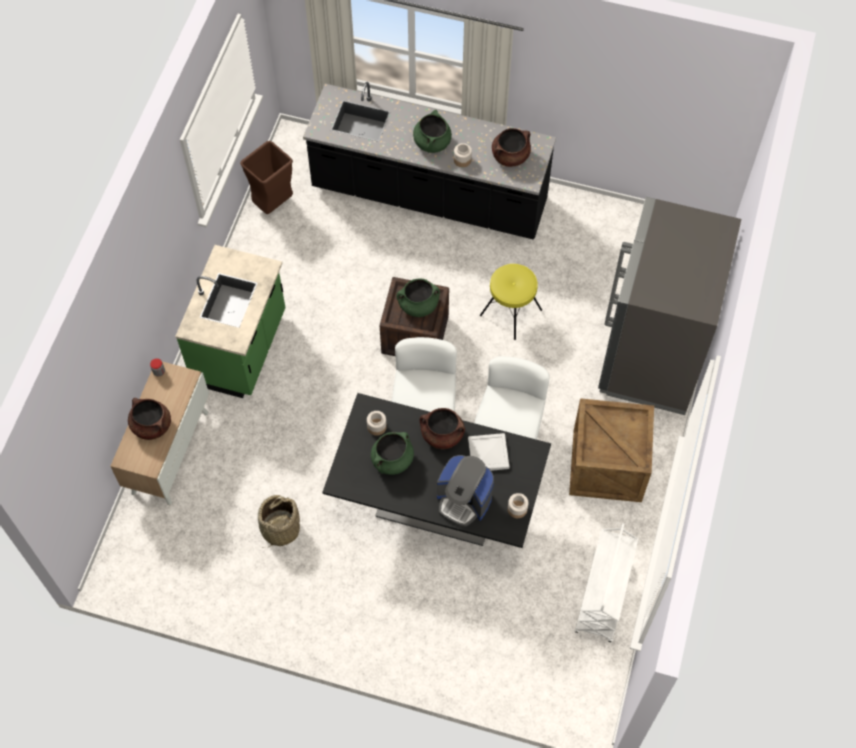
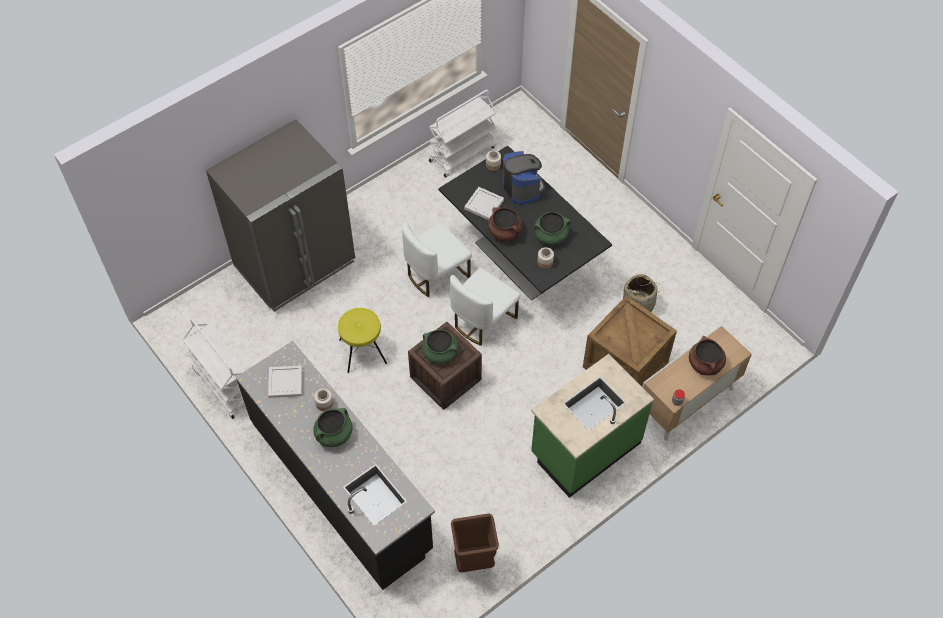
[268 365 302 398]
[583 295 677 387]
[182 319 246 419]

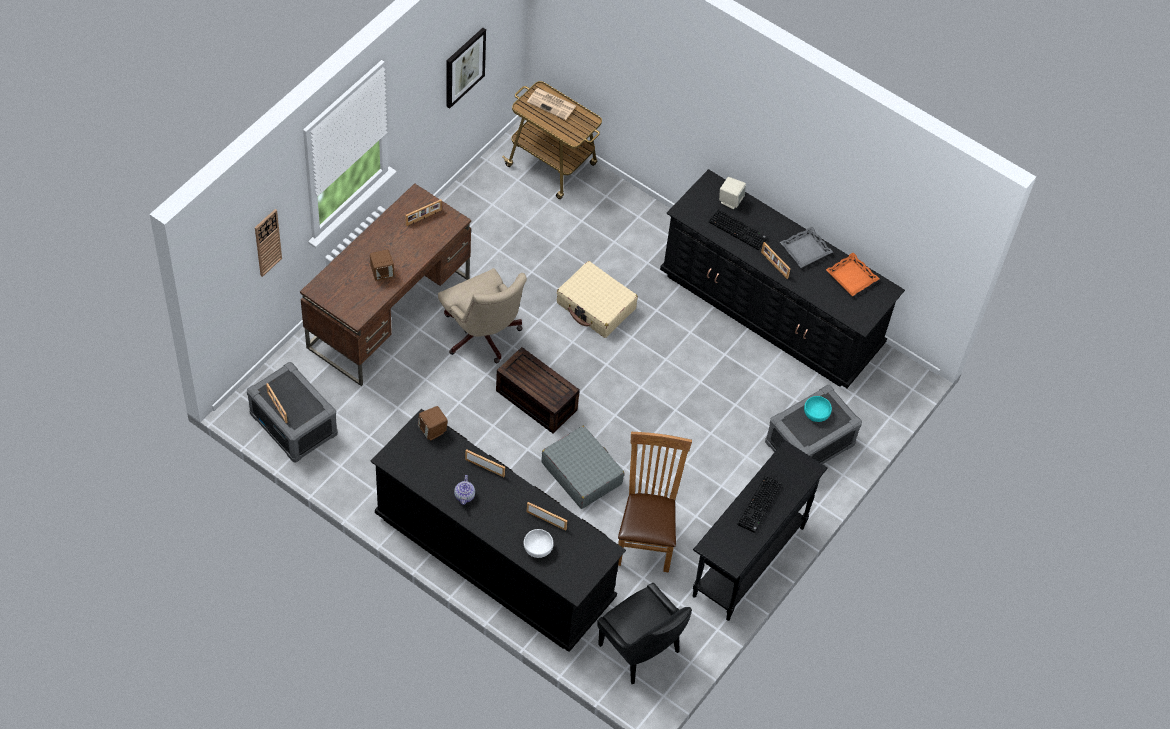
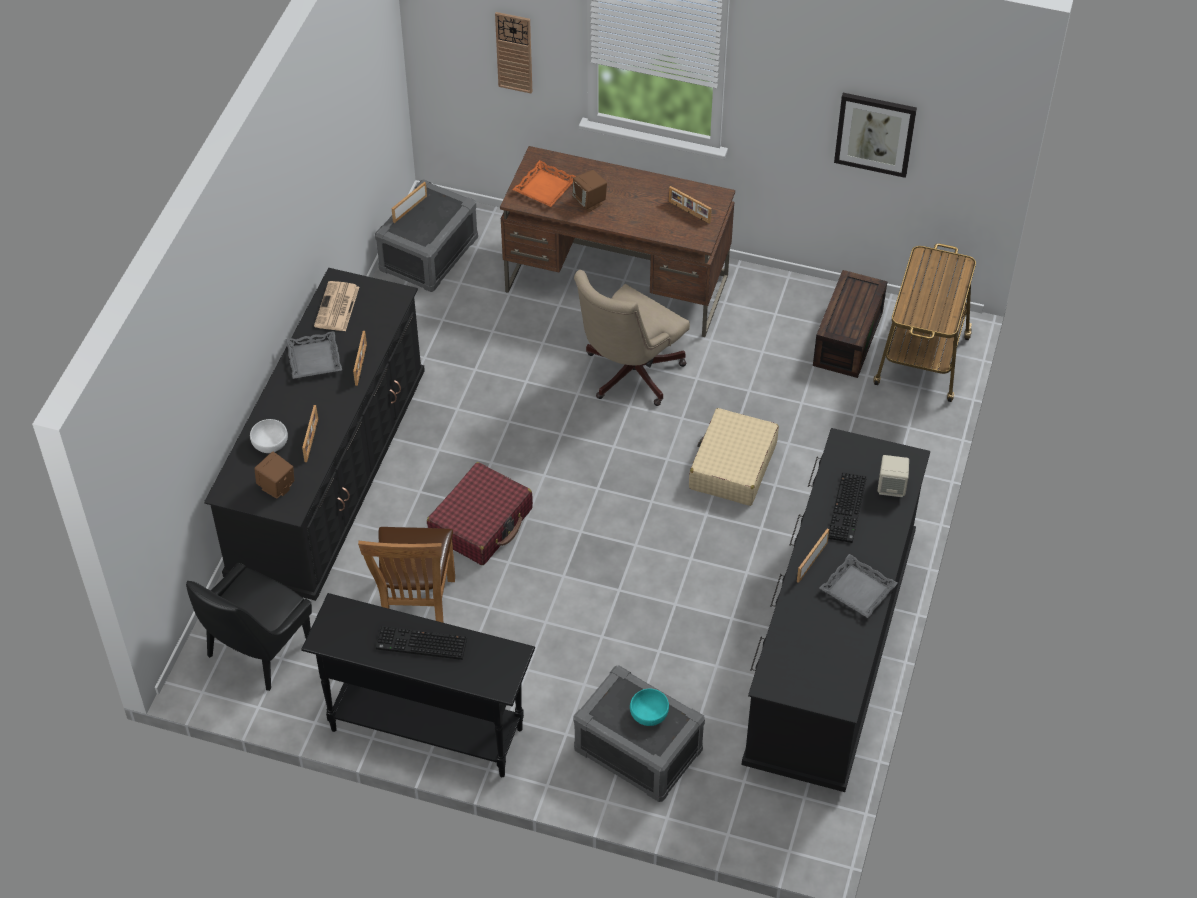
[254 452 294 499]
[285 331 342 379]
[813 270 887 378]
[314 281 359 331]
[427 462 533 565]
[358 527 455 623]
[512 160 576 207]

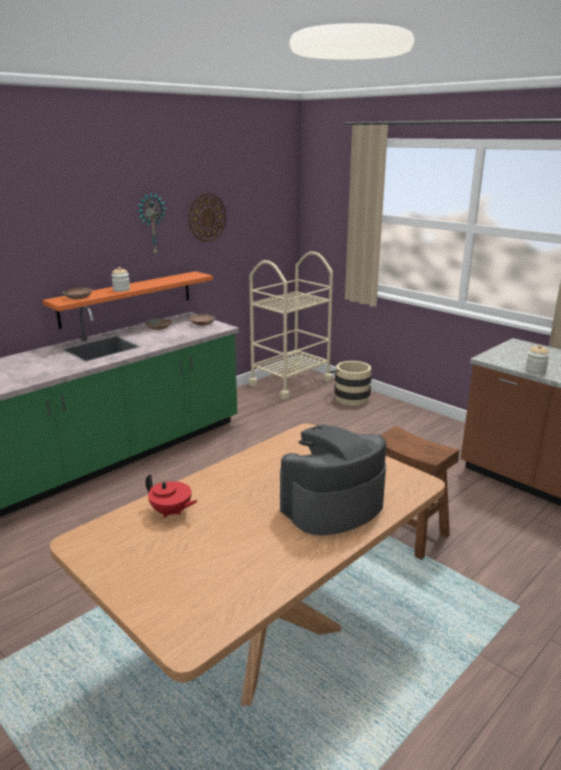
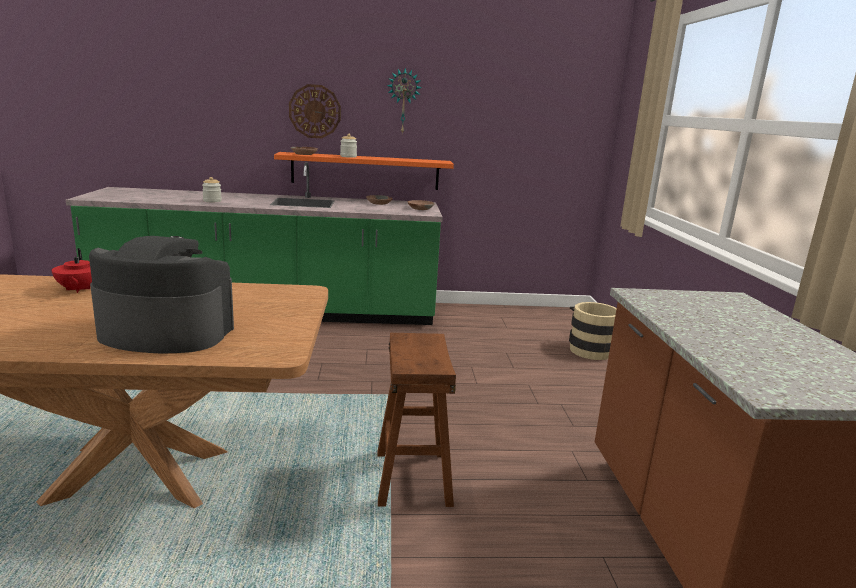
[289 84 341 138]
[249 251 333 400] (first image)
[202 177 222 202]

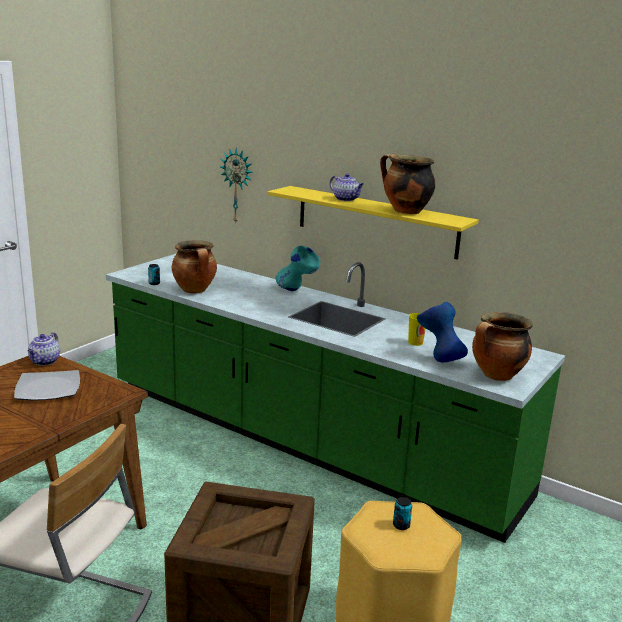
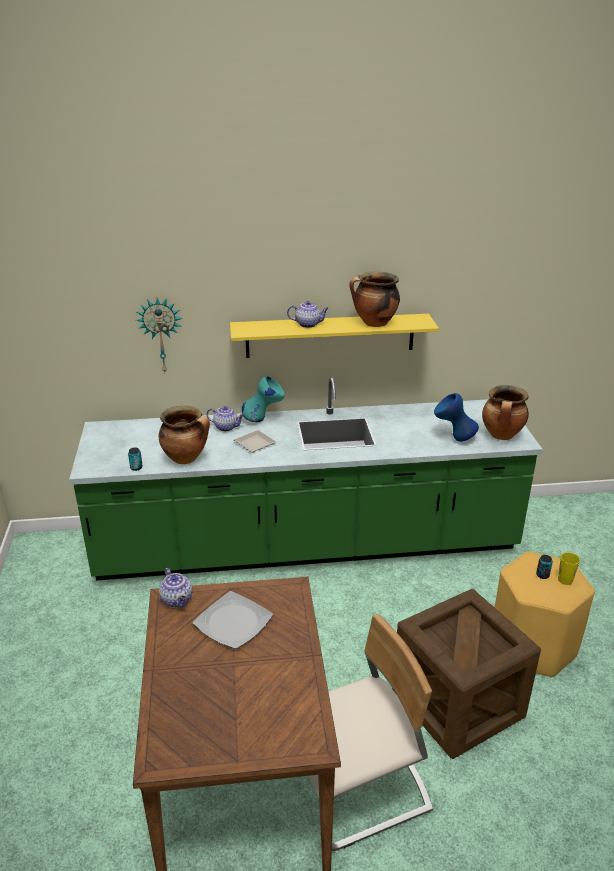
[558 552 580 585]
[206 406 245 431]
[234 430 276 453]

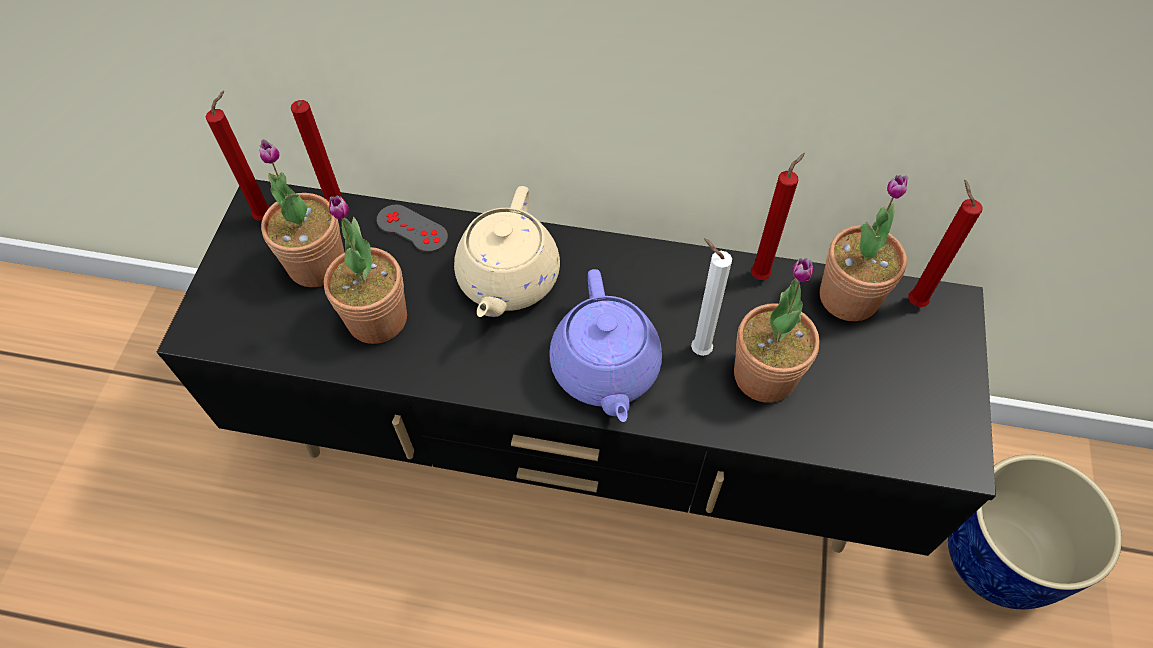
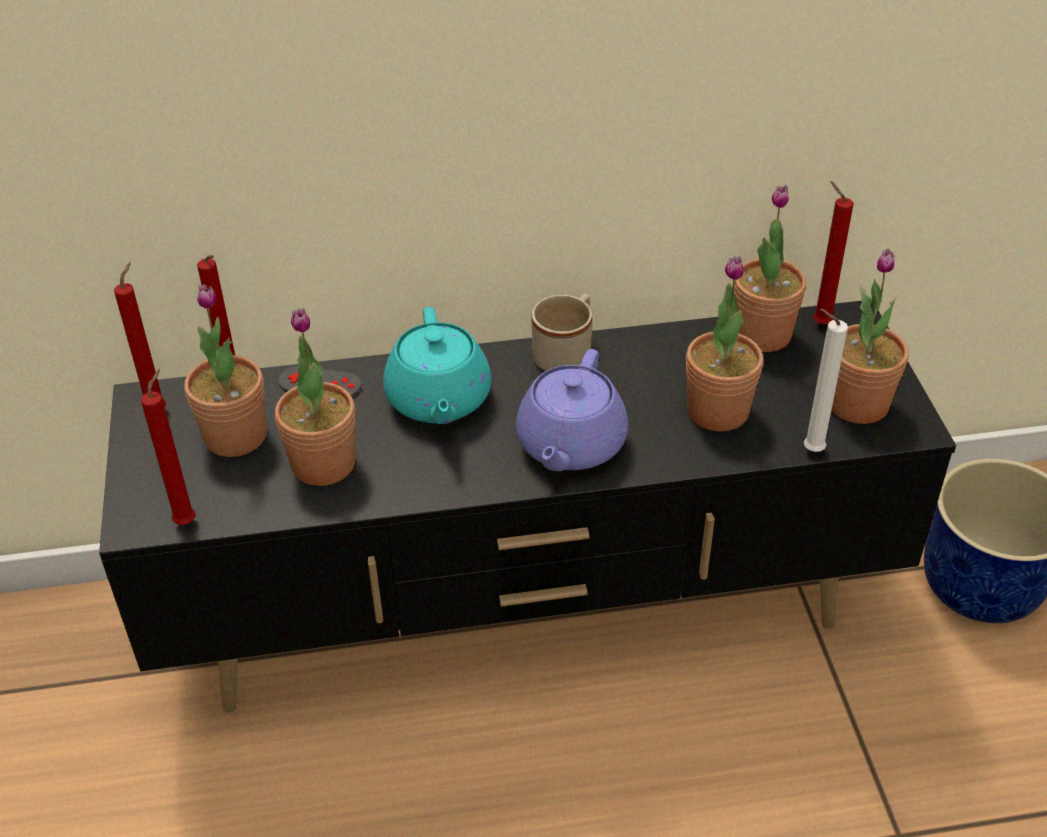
[383 307 492 424]
[516 349 628 471]
[804 309 848 452]
[141 369 196 525]
[532 294 593 371]
[832 249 909 424]

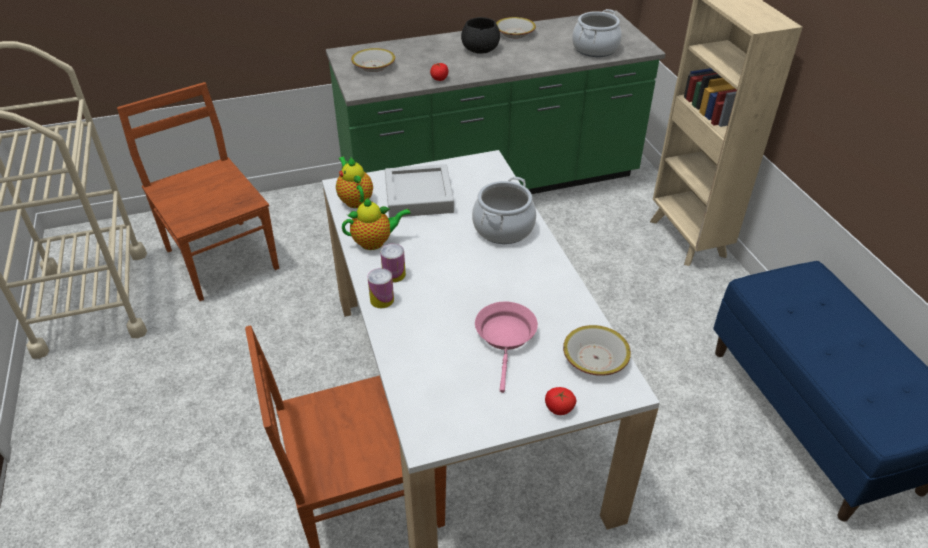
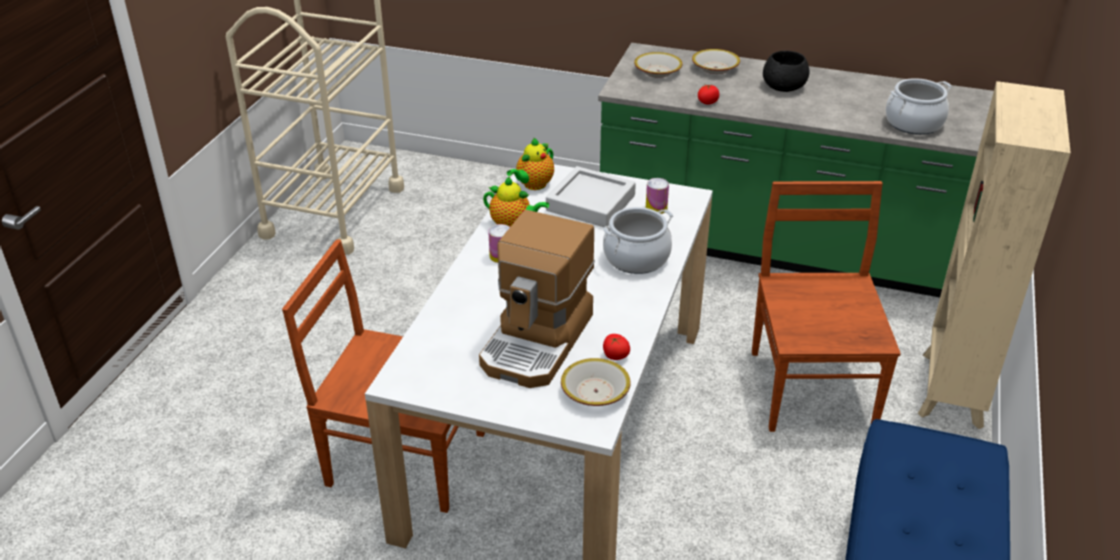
[752 181 901 432]
[507 138 554 190]
[646 178 669 214]
[479 210 595 388]
[692 49 740 74]
[603 334 630 360]

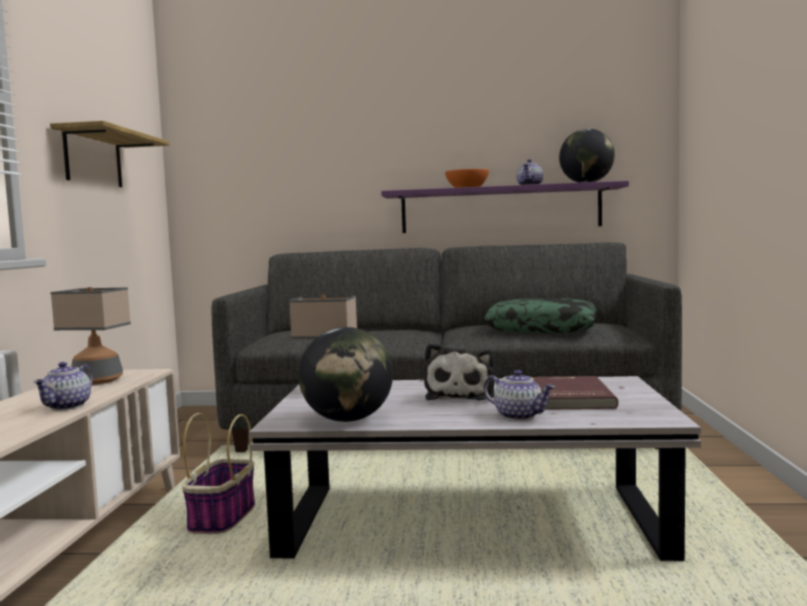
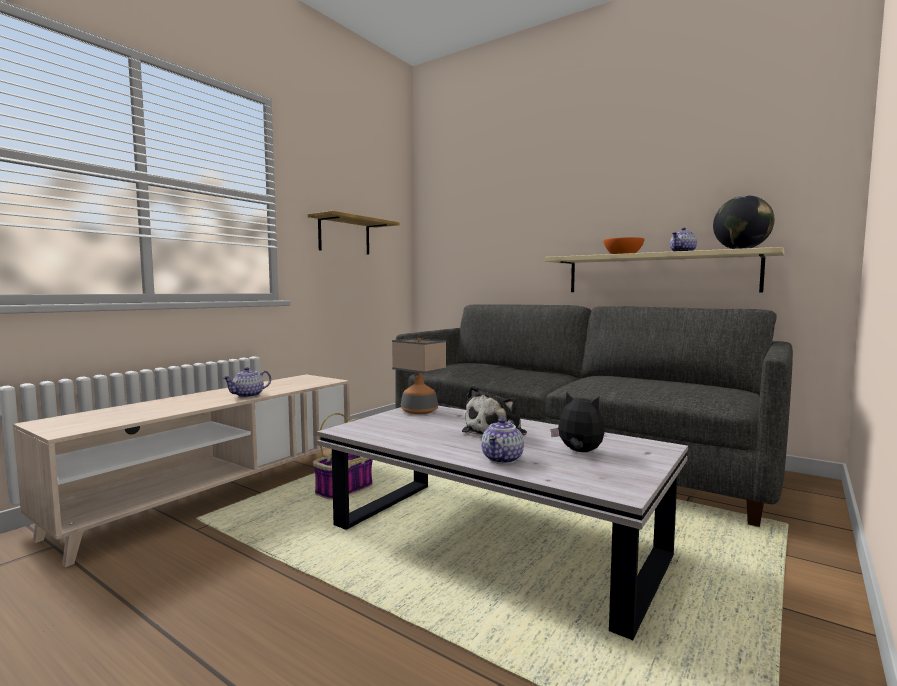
[50 287 131 385] (first image)
[298 327 393 422] (first image)
[545 247 784 292]
[484 298 597 333] (first image)
[481 418 524 464]
[551 392 605 452]

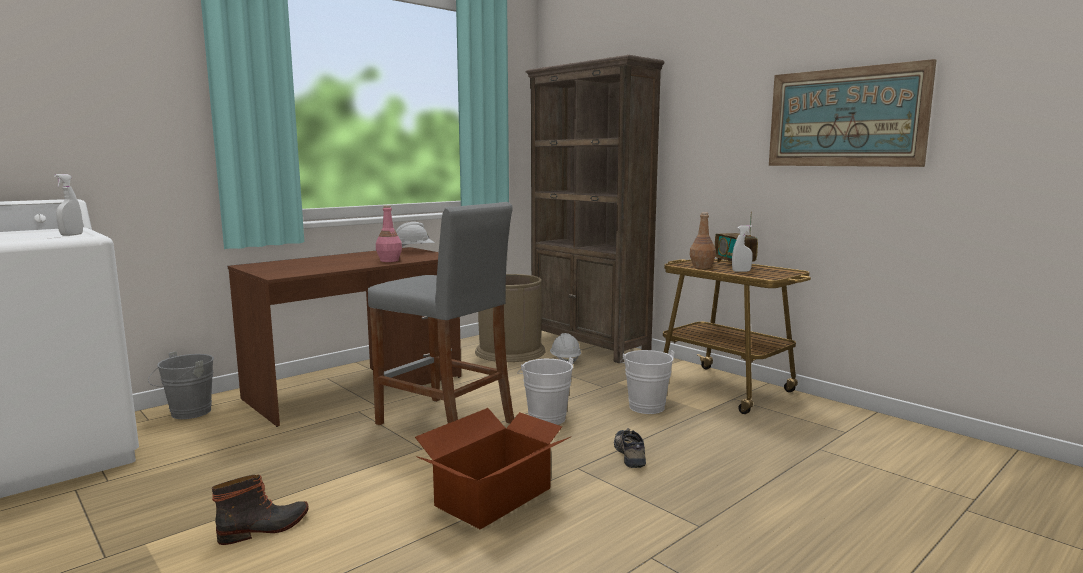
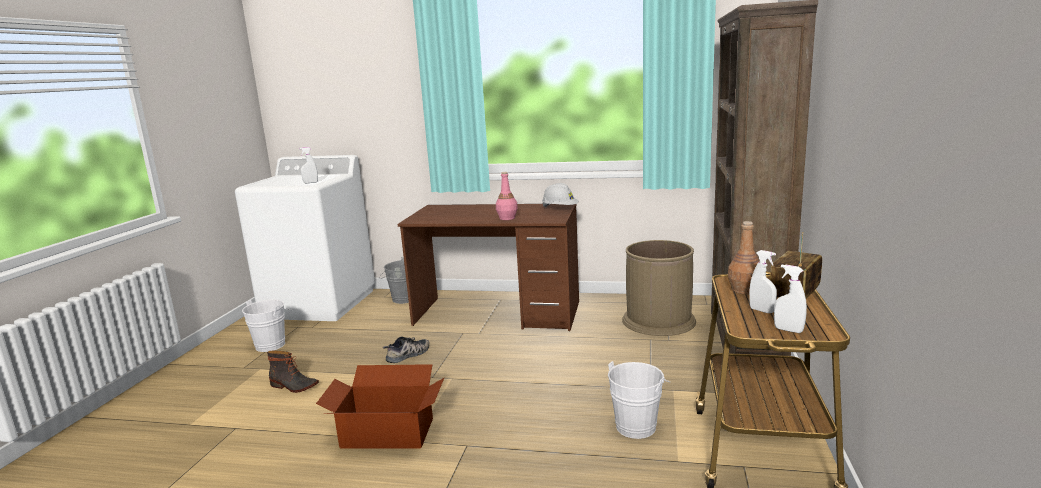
[368 202 514 425] (first image)
[242 299 293 352]
[550 333 581 364] (first image)
[383 336 429 363]
[769 59 937 167] (first image)
[774 264 807 333]

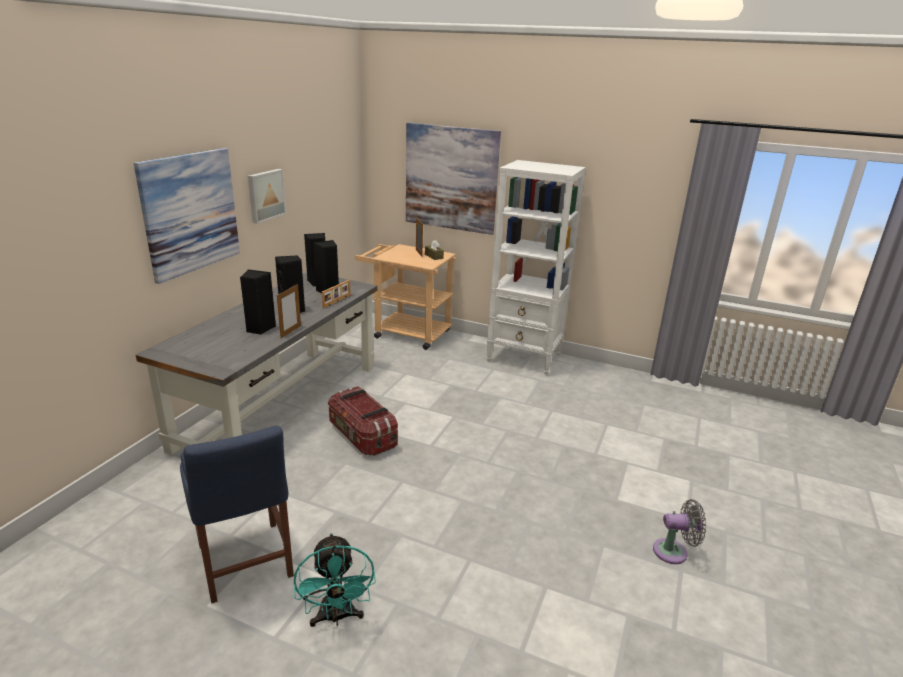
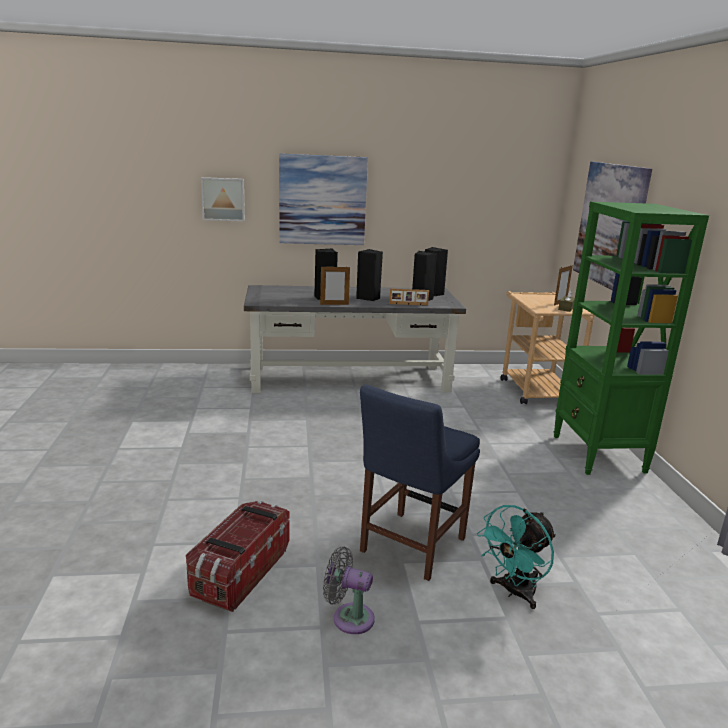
[360 385 480 581]
[201 177 245 221]
[477 505 556 609]
[186 500 290 612]
[554 202 709 475]
[323 547 375 634]

